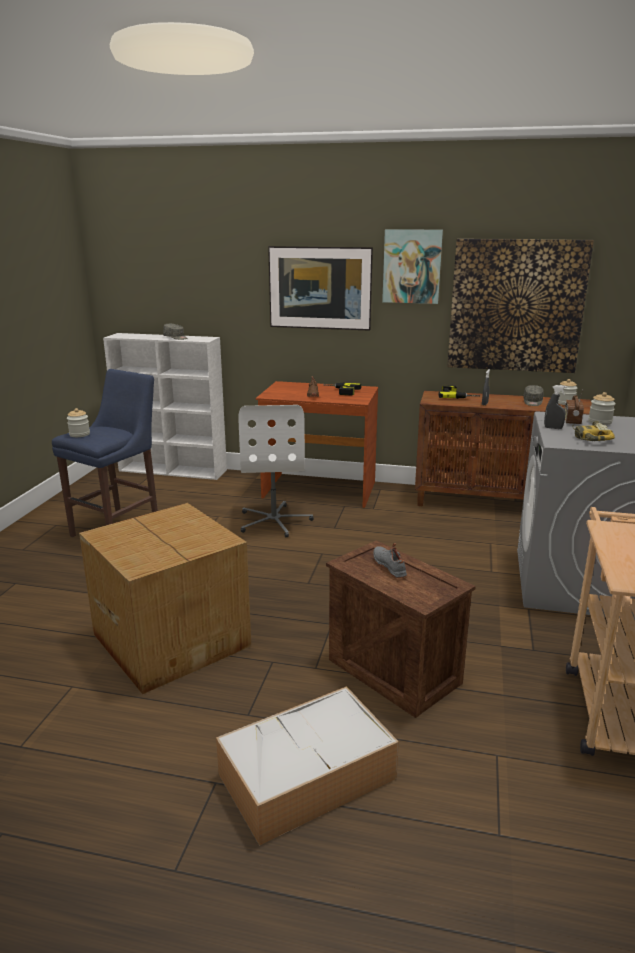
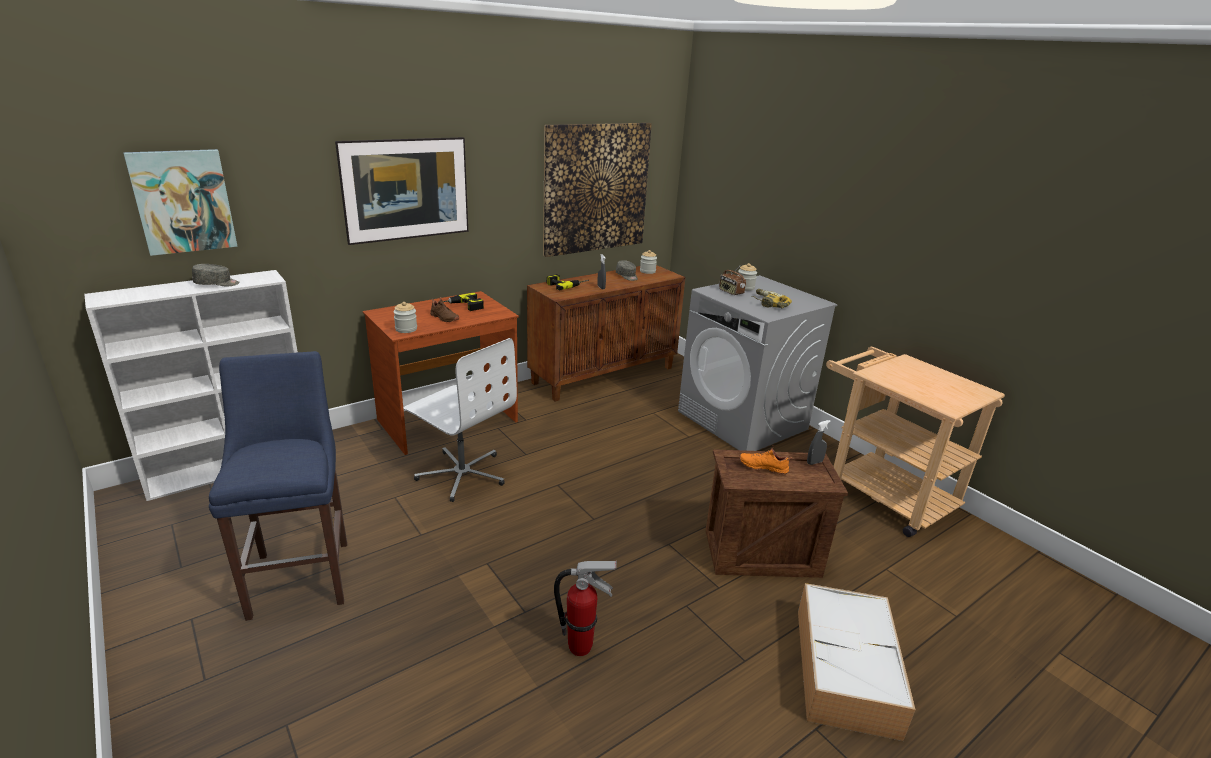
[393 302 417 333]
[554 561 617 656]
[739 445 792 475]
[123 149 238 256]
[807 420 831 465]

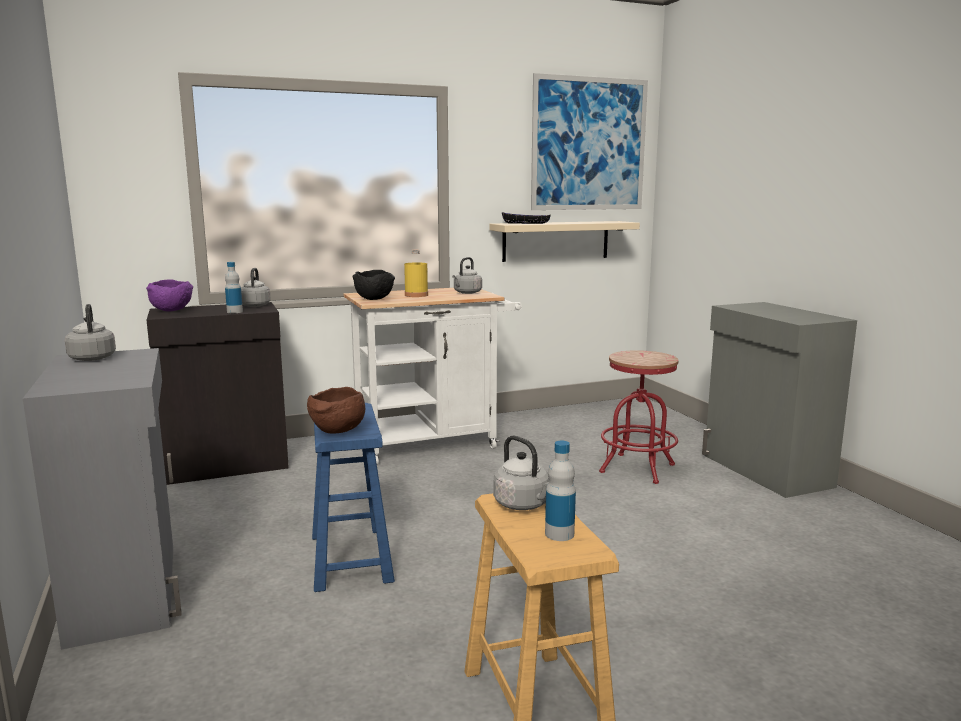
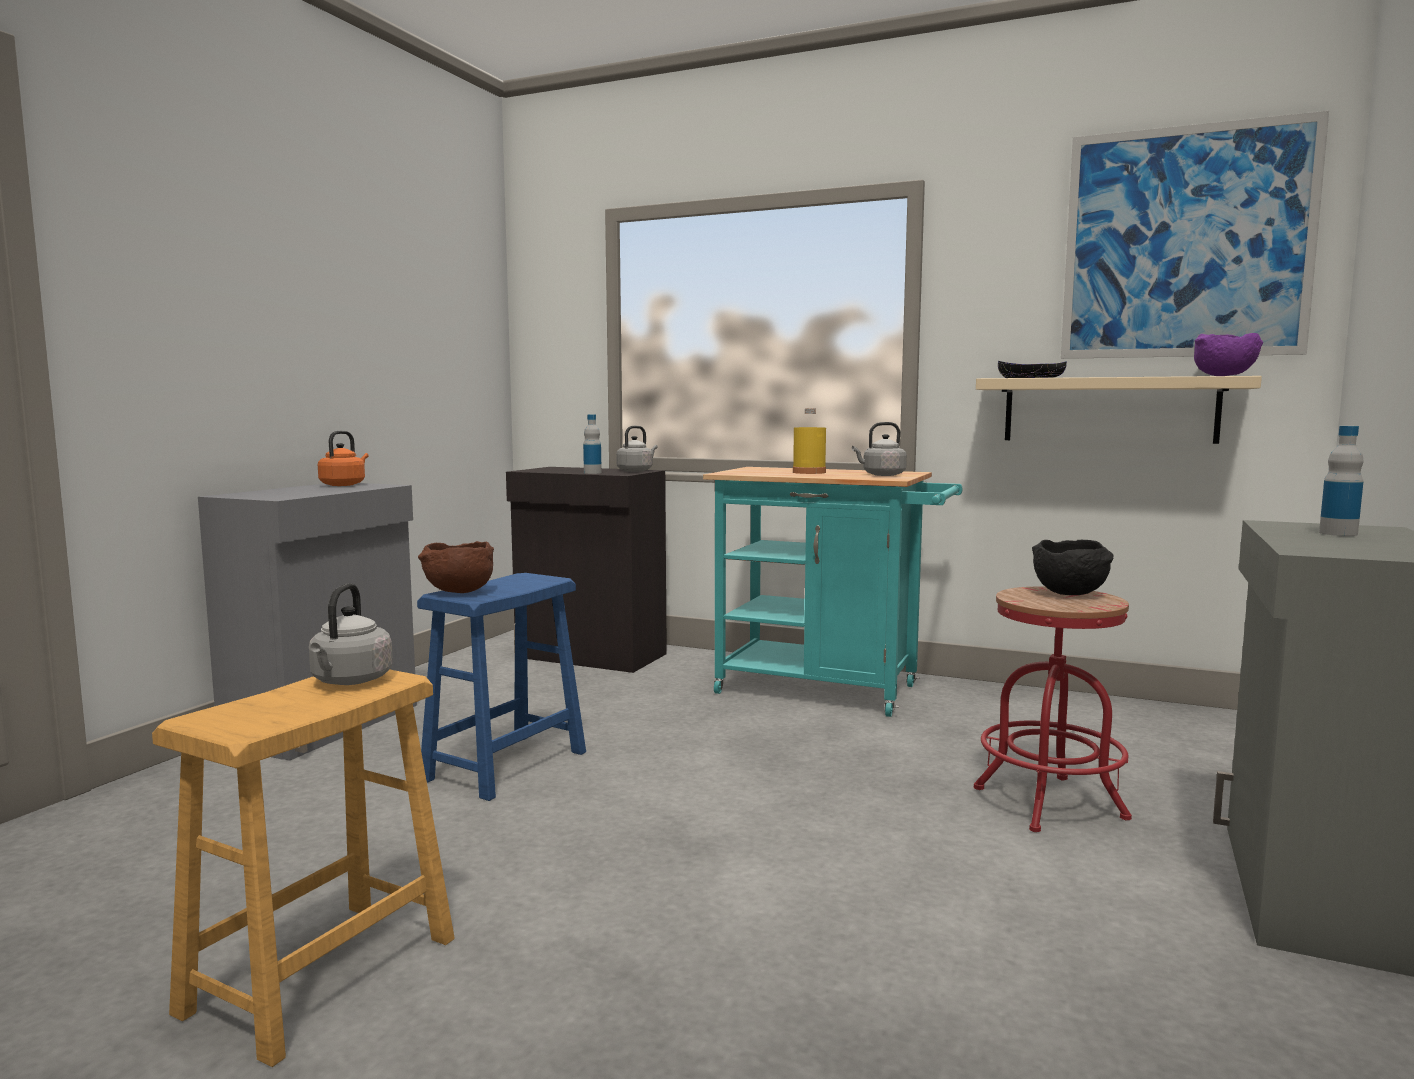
[318 431 368 486]
[1194 333 1263 376]
[703 467 963 717]
[1032 540 1114 595]
[1319 426 1364 536]

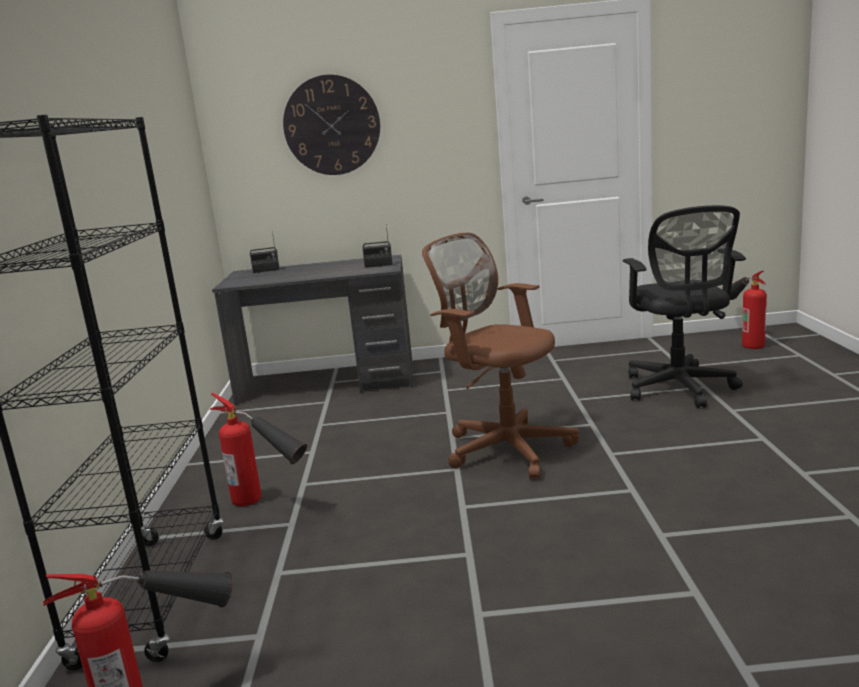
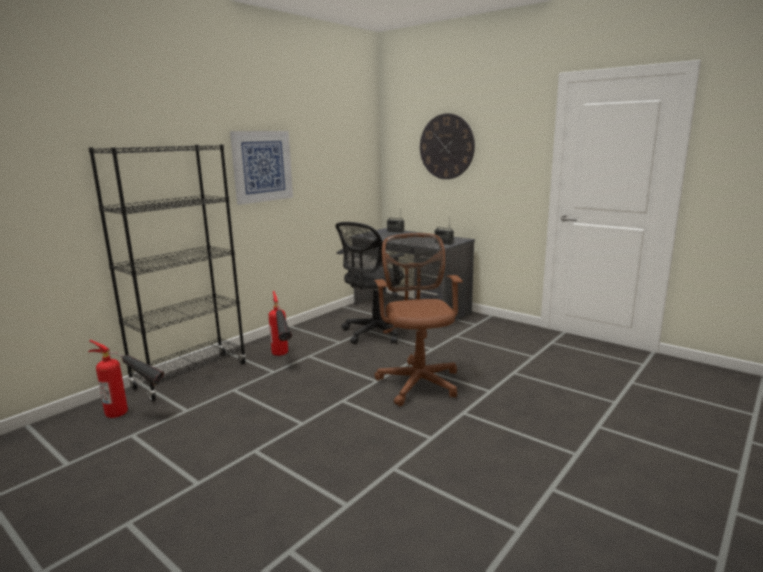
[335 222 404 344]
[729 271 767 349] (first image)
[230 131 293 205]

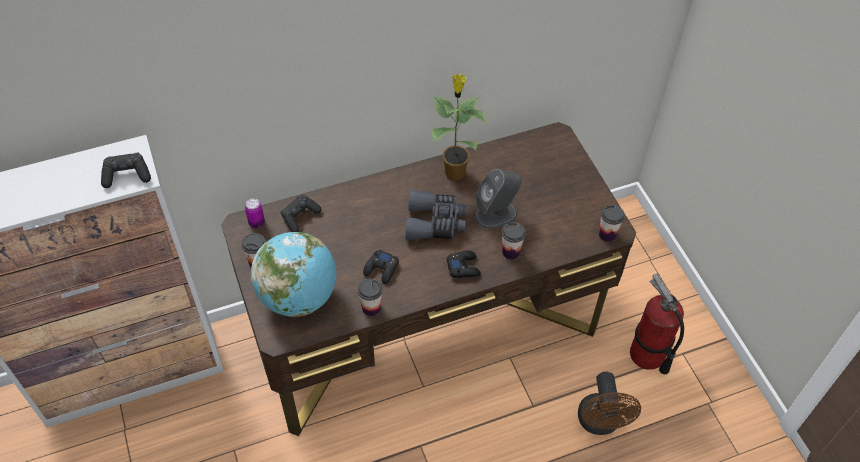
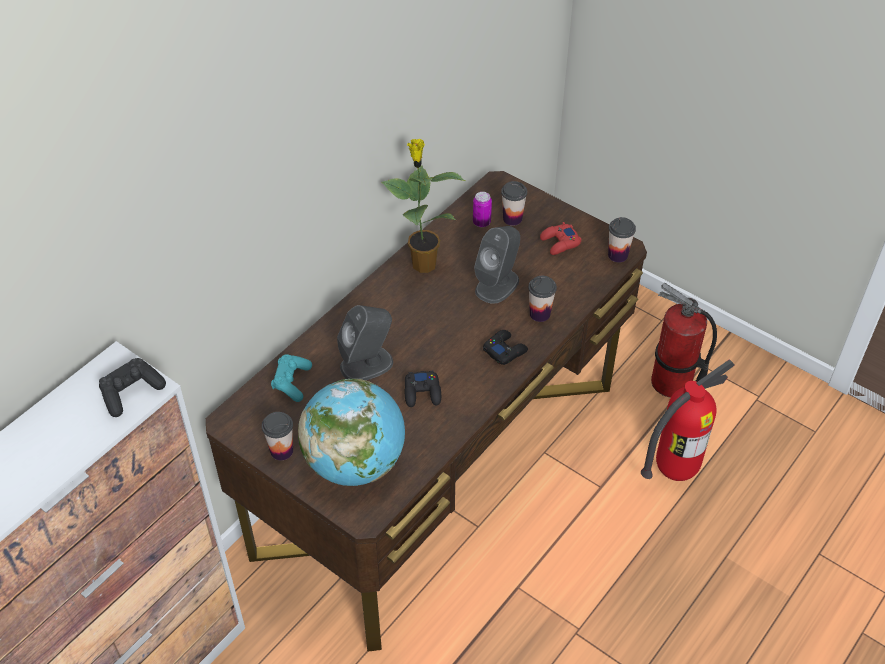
[473 192 492 227]
[271 354 312 402]
[501 181 527 226]
[405 189 466 240] (first image)
[641 359 735 481]
[337 305 393 380]
[540 222 581 255]

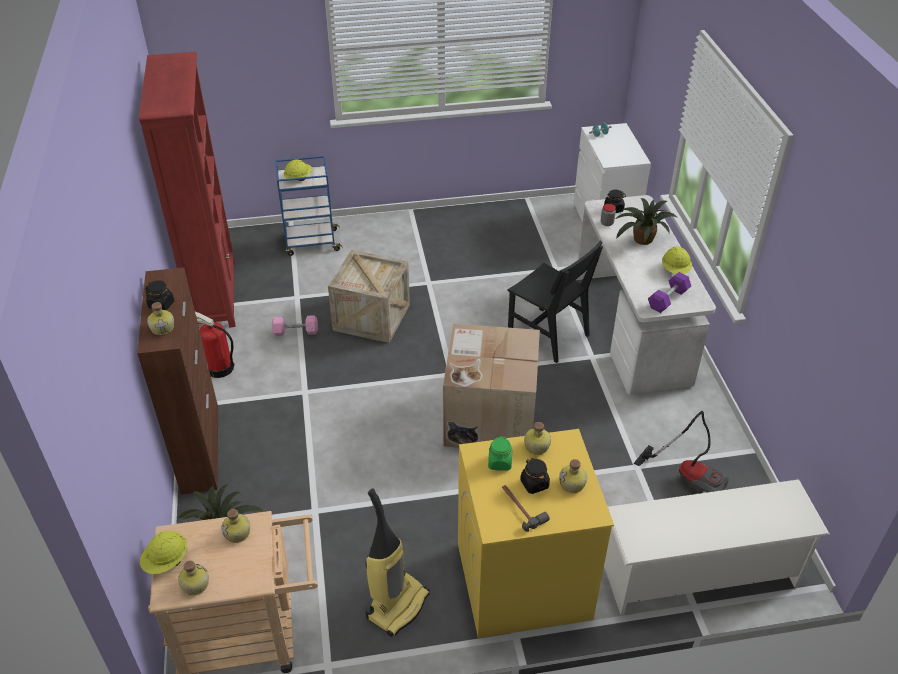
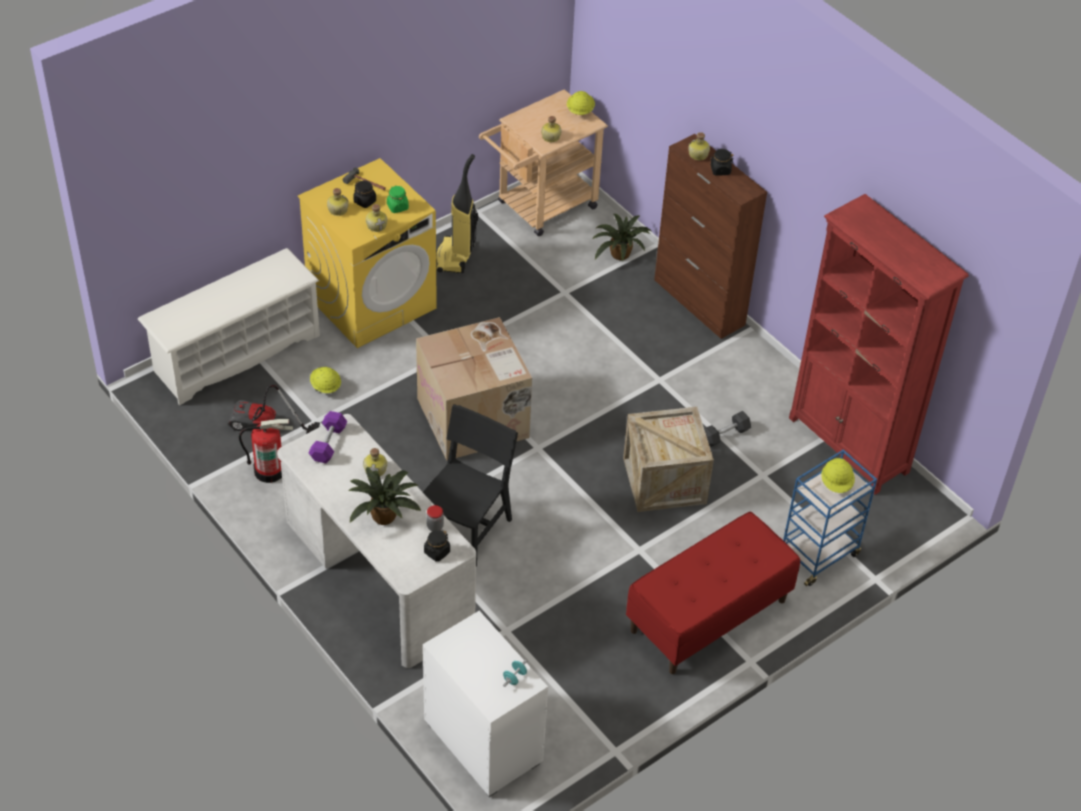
[363 448 387 476]
[239 419 293 483]
[704 411 751 447]
[423 404 518 566]
[310 367 341 393]
[626 512 800 674]

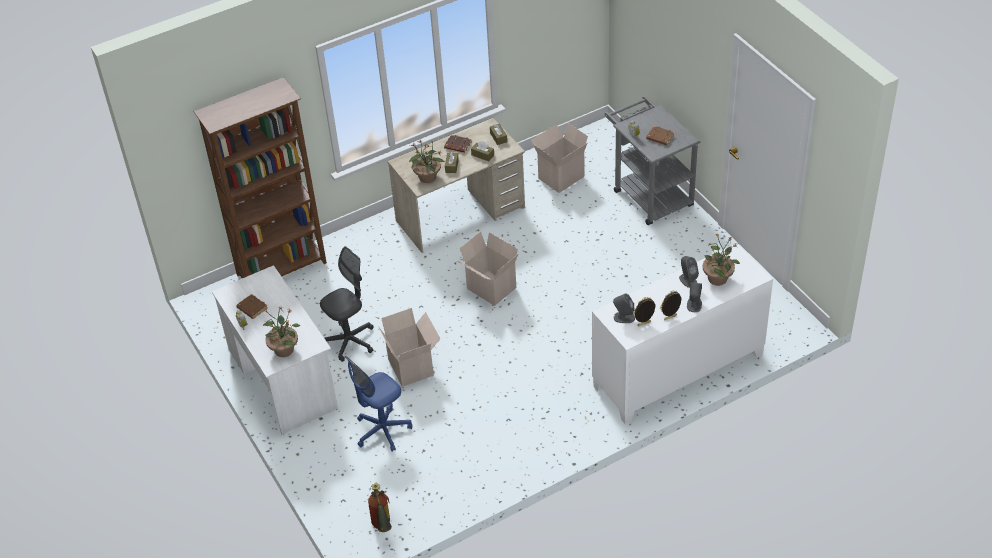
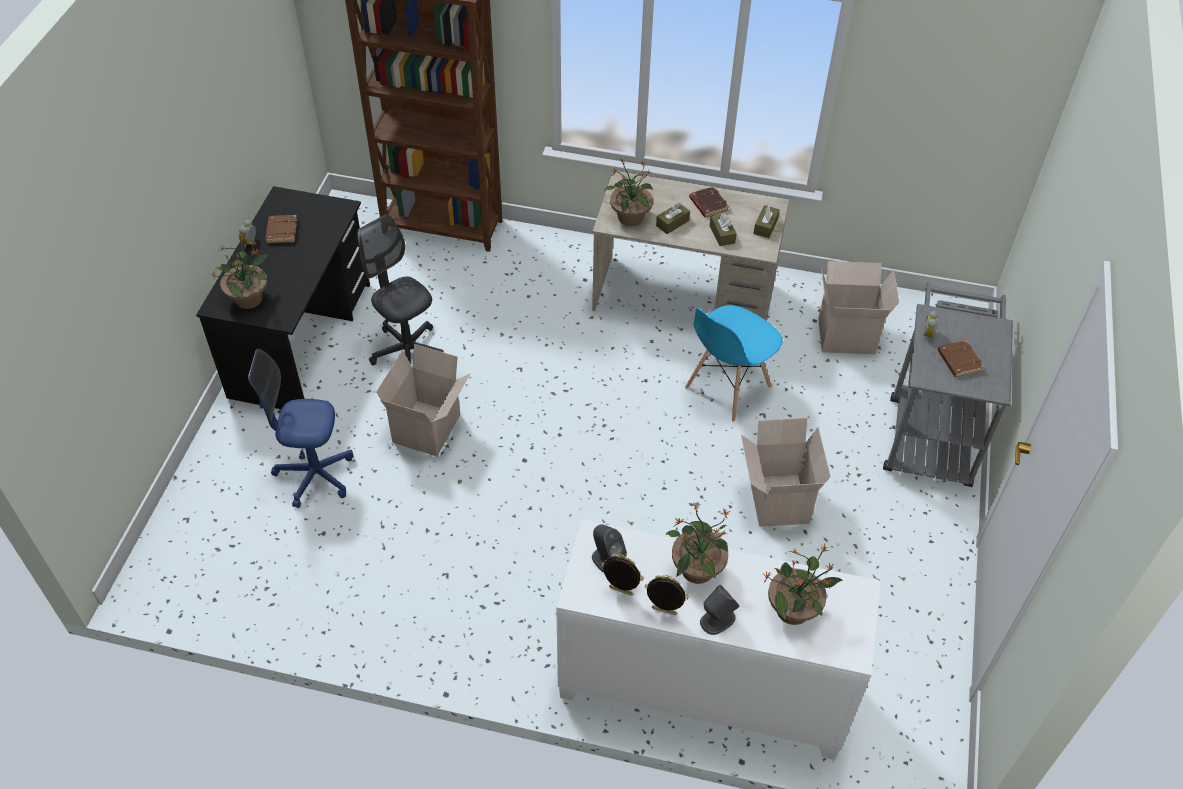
[196 186 370 409]
[357 214 444 365]
[368 483 392 532] (first image)
[741 418 831 527]
[679 256 699 288] (first image)
[666 502 730 584]
[685 305 783 422]

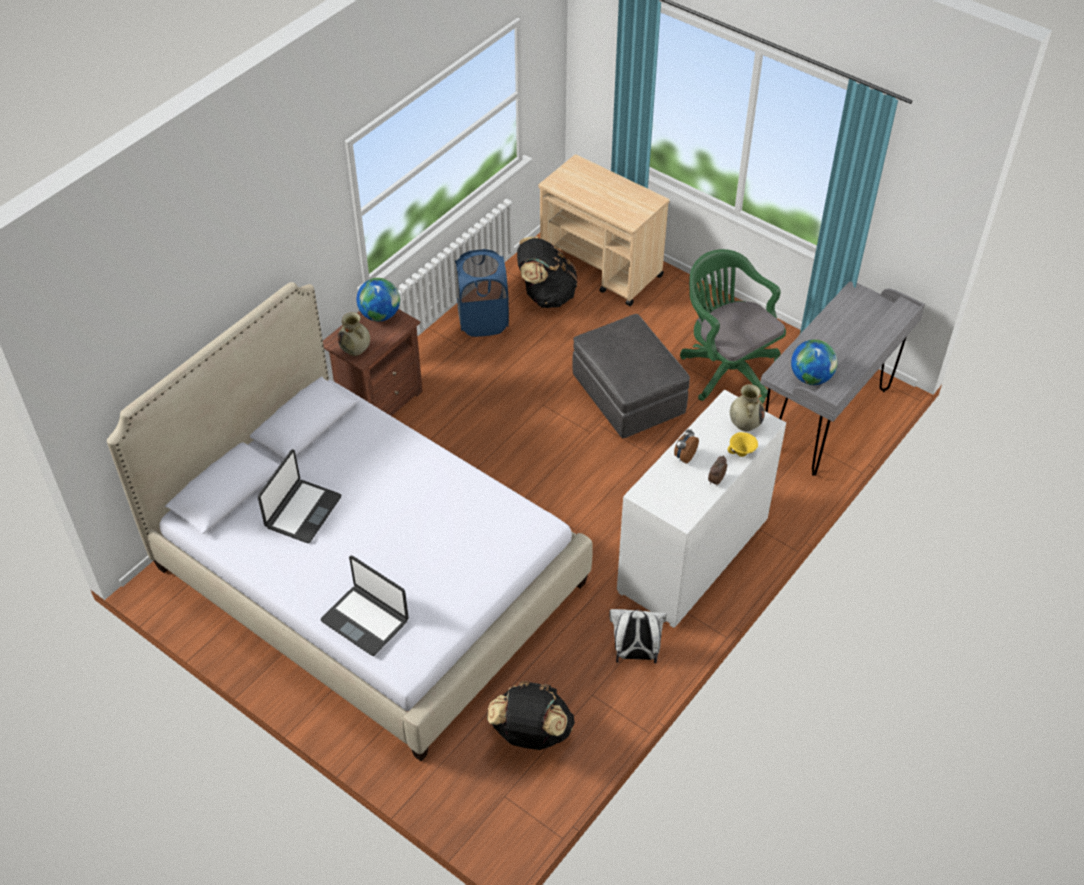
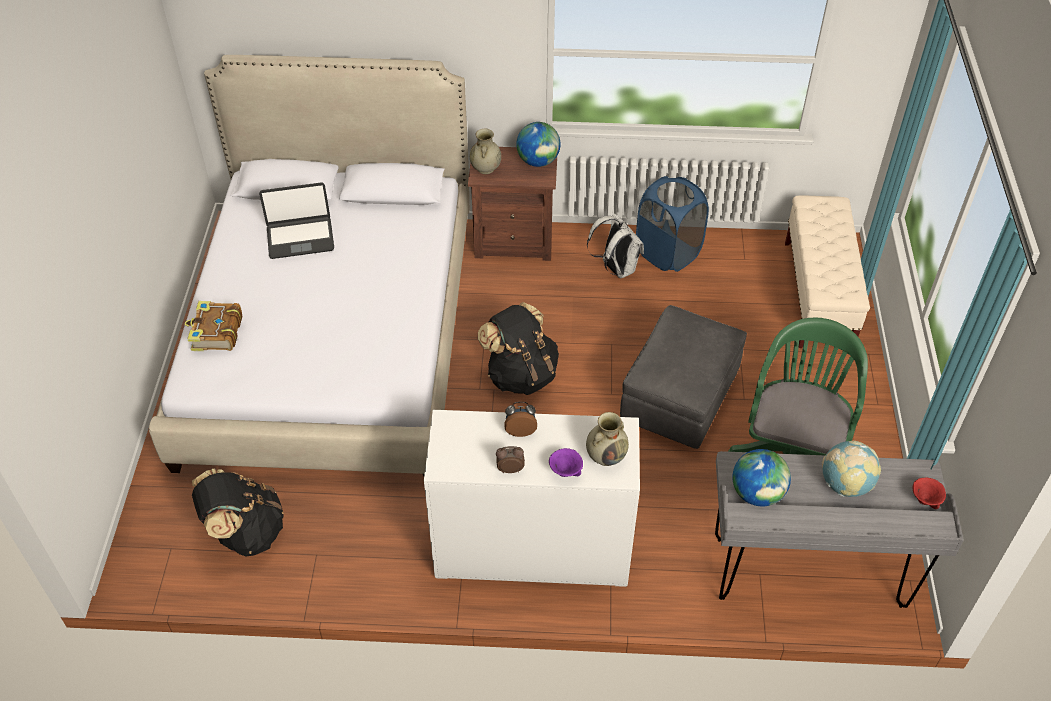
[185 301 242 351]
[478 302 559 395]
[785 195 870 348]
[587 214 644 279]
[549 448 583 477]
[822 441 881 497]
[913 478 946 509]

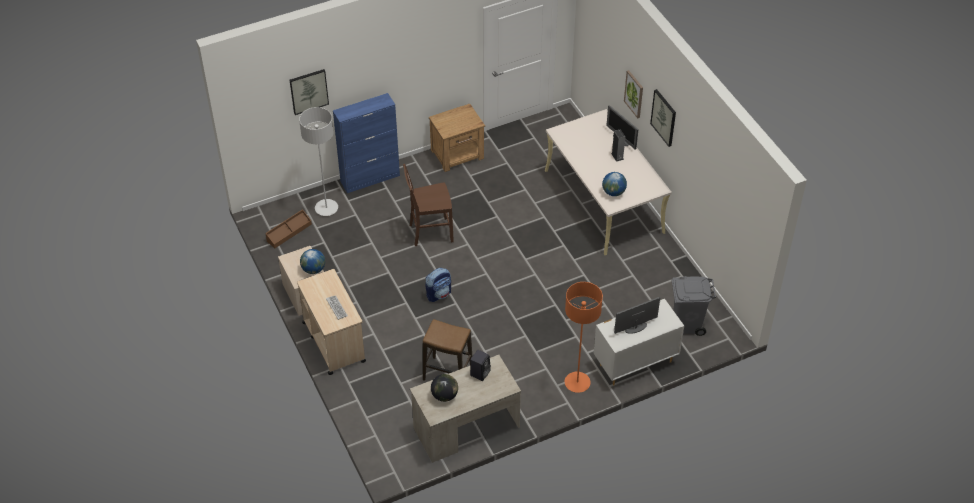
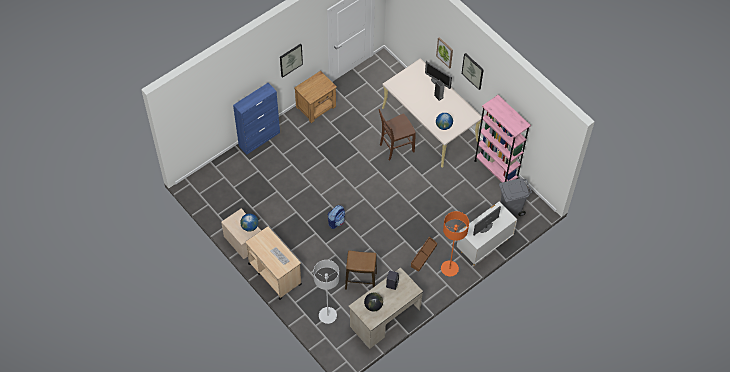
[411 236 437 271]
[280 44 303 78]
[313 260 339 324]
[378 109 416 161]
[474 95 531 182]

